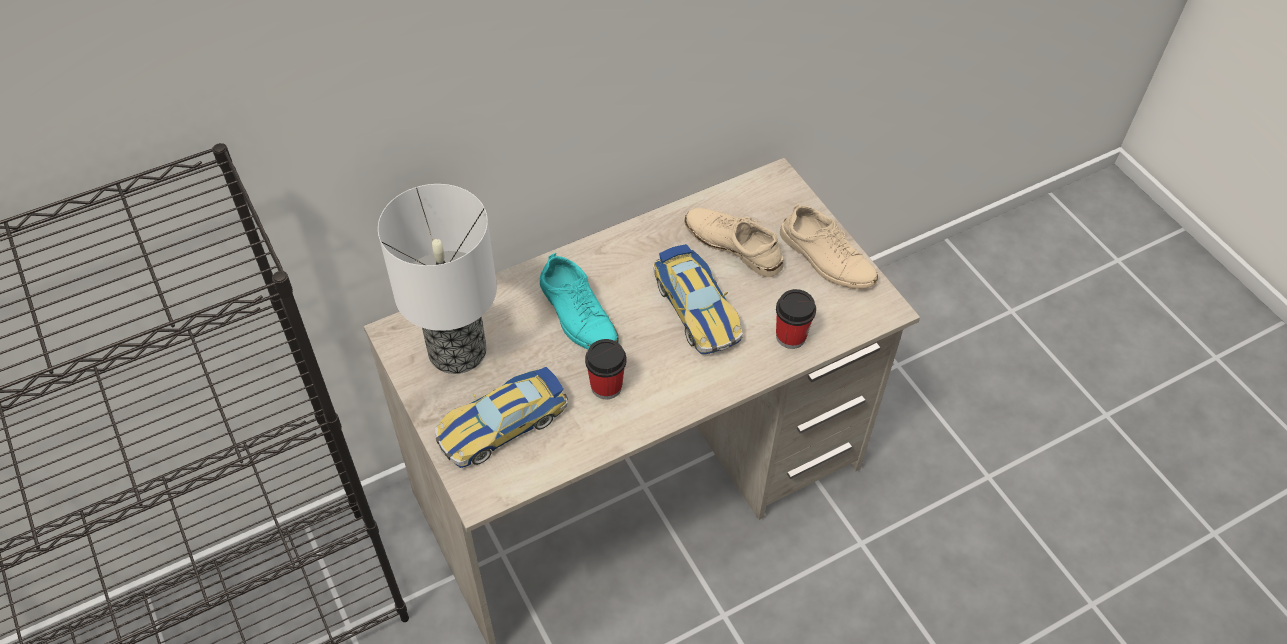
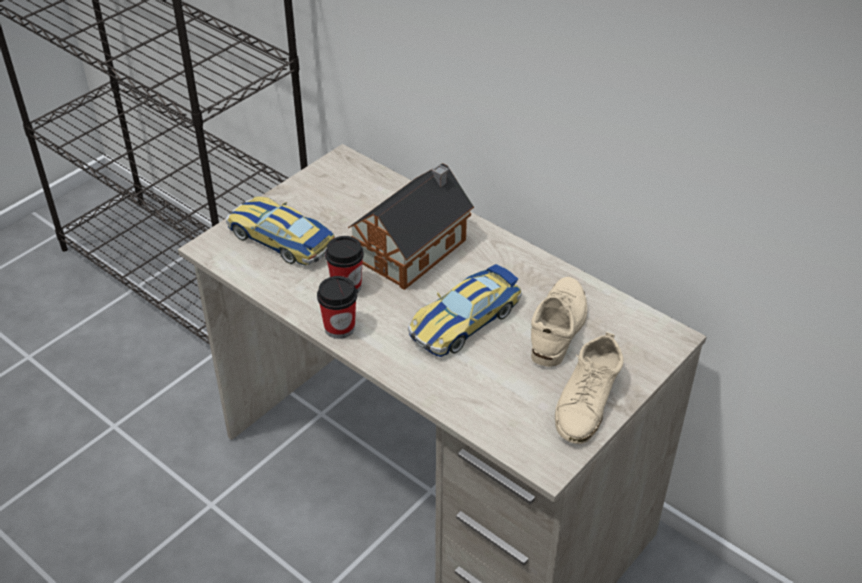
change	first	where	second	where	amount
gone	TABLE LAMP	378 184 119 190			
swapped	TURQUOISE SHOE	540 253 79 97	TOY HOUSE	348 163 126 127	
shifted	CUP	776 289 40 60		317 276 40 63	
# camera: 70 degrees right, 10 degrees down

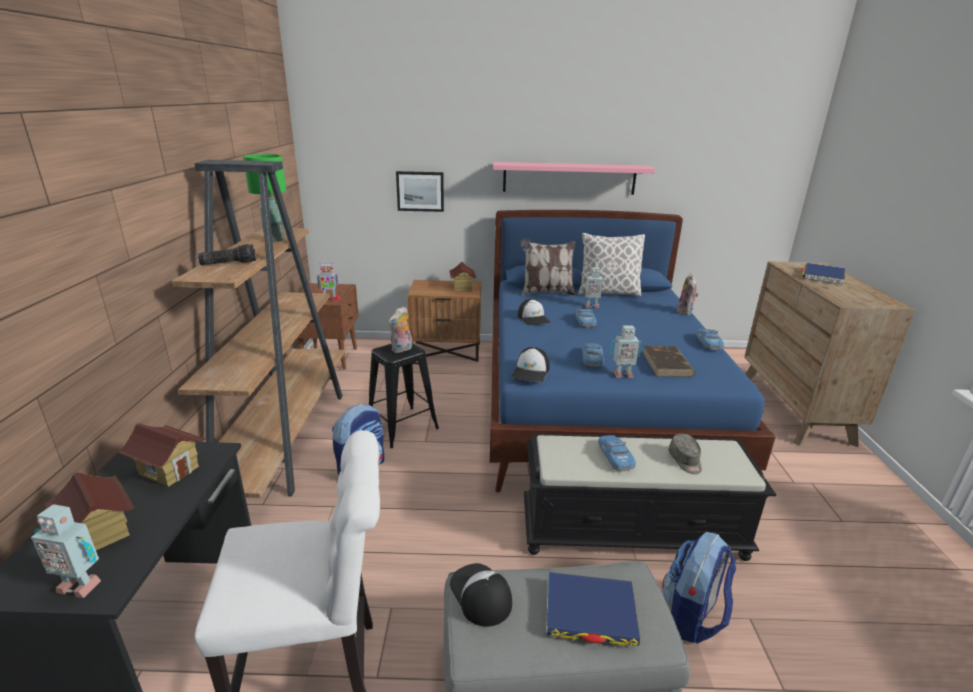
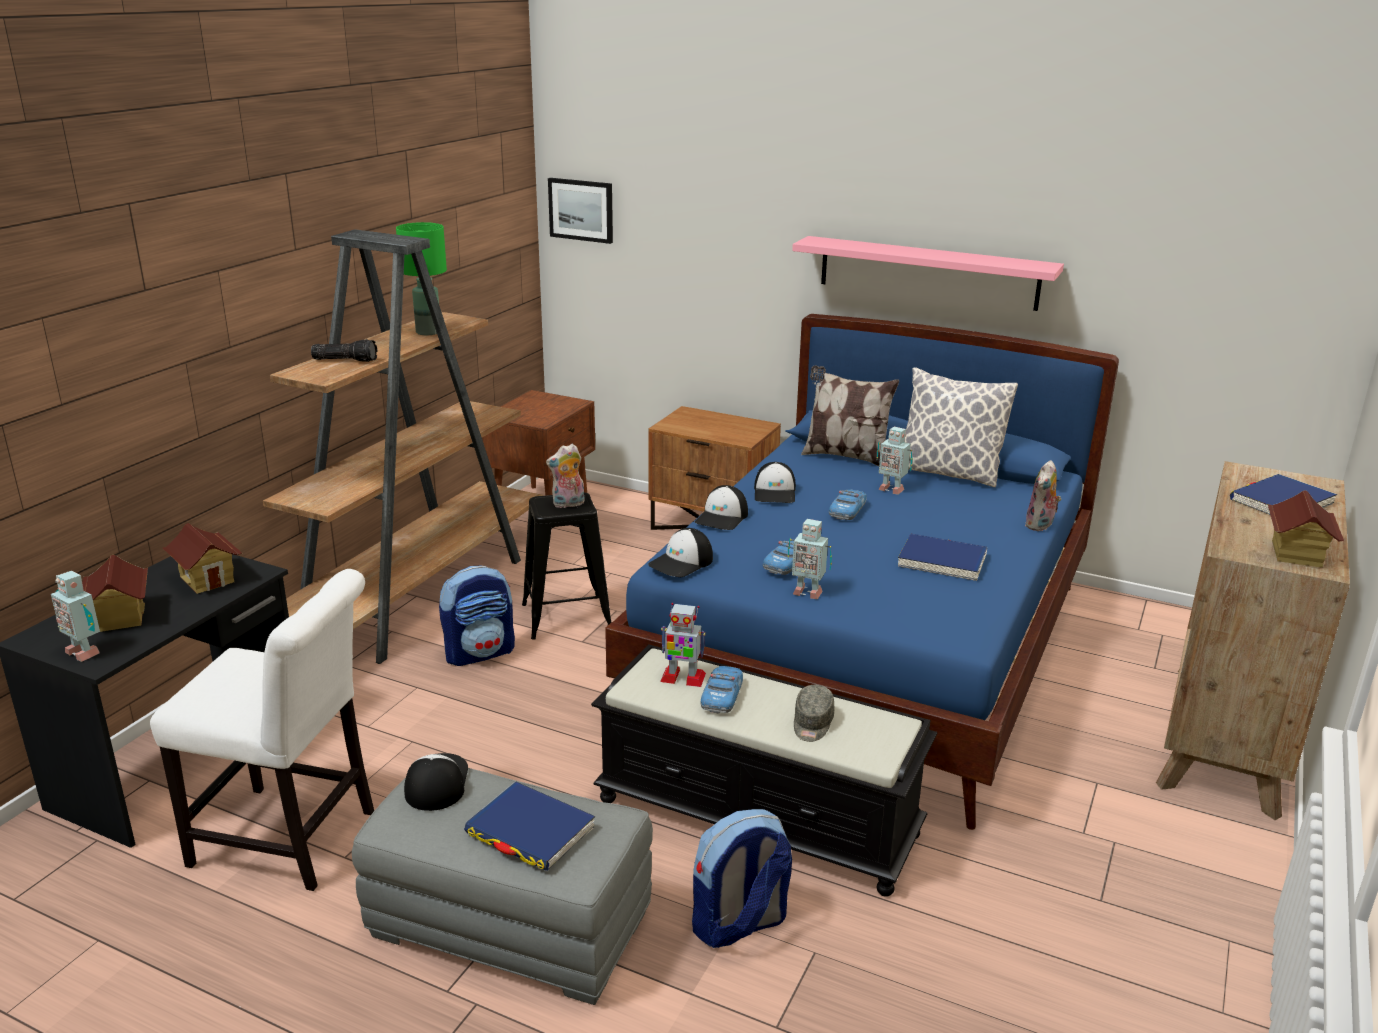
change	first	where	second	where	amount
shifted	TOY ROBOT	317 263 23 38		660 603 46 84	
shifted	PICTURE	396 171 48 41		548 178 65 66	
shifted	TOY HOUSE	450 262 26 29		1268 490 76 78	
gone	BROWN BOOK	643 346 52 31			
gone	TOY CAR	696 329 28 21			
new			CAP	694 485 54 45	
new			BLUE BOOK	898 534 89 47	
# camera: 25 degrees right, 0 degrees up

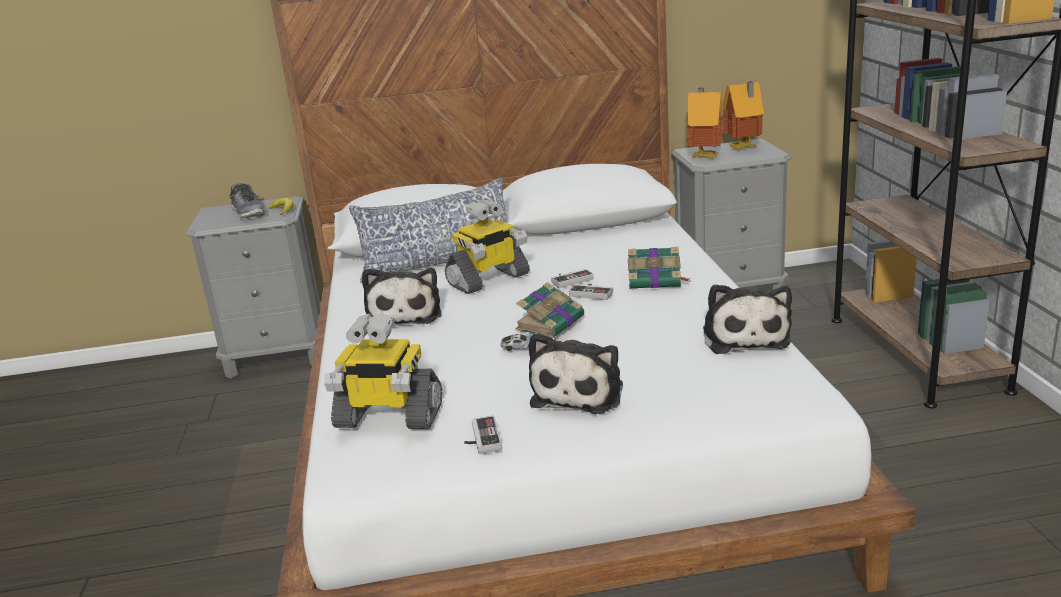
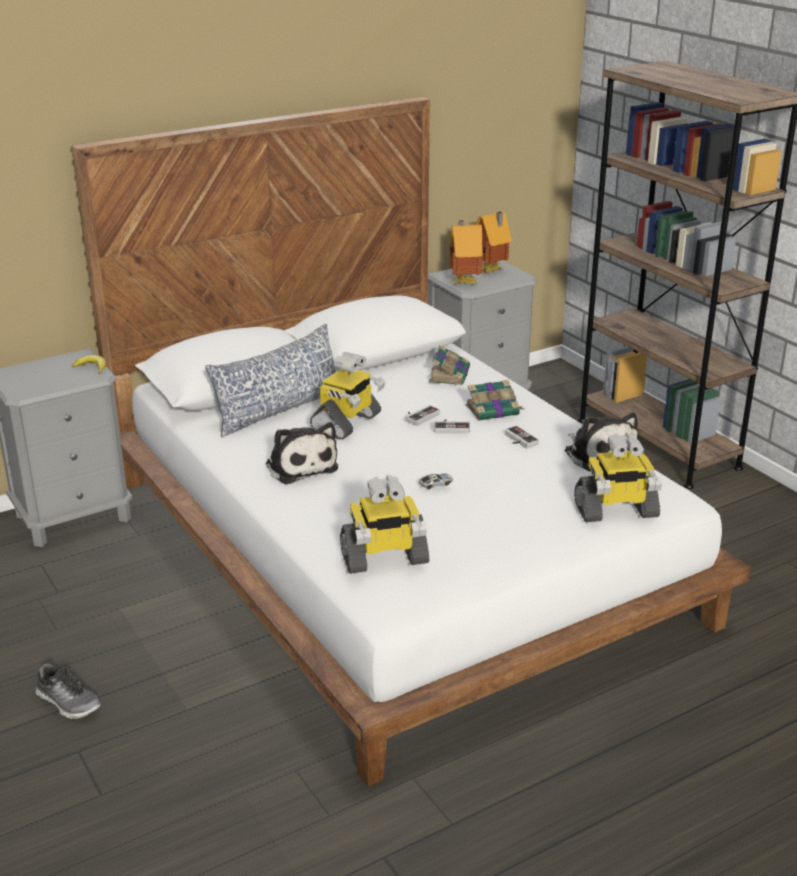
change	first	where	second	where	amount
shifted	SHOE	230 183 35 36		36 663 65 56	
shifted	GAME CONTROLLER	464 416 38 38		505 426 34 23	
shifted	BOOK	515 282 69 56		429 345 41 40	
gone	PLUSH TOY	529 333 94 81			
new			TOY ROBOT	574 433 88 89	
# camera: 25 degrees left, 5 degrees up

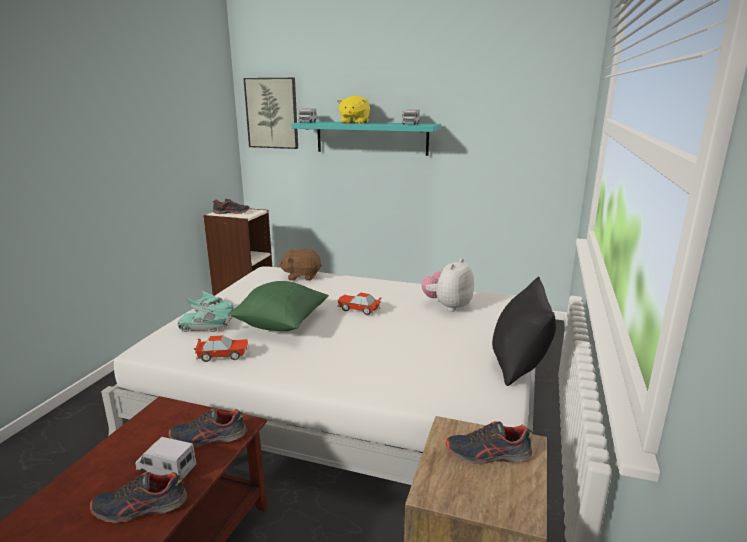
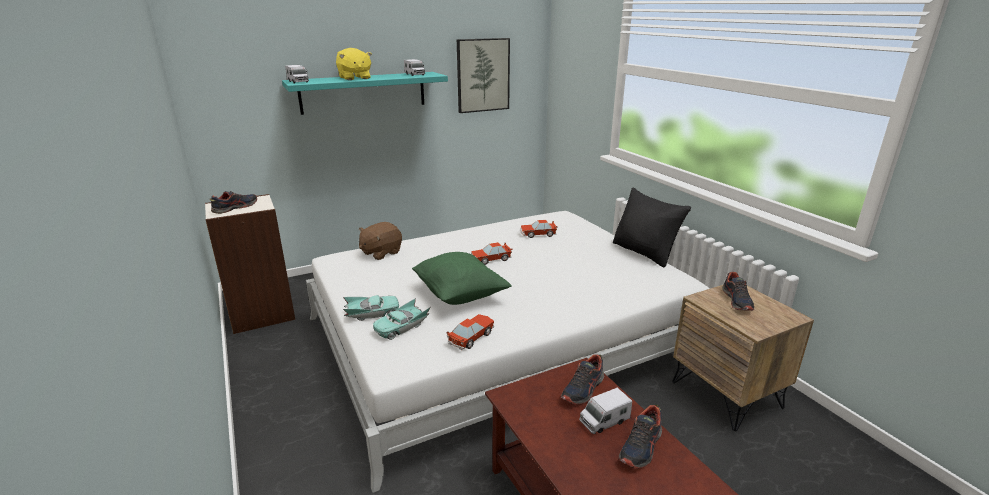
change	first	where	second	where	amount
shifted	PICTURE	243 78 55 71		457 38 53 75	
swapped	PLUSH TOY	422 258 52 54	TOY CAR	521 220 37 18	
rotated	SHOE	446 421 87 43		722 272 32 39	45 degrees counterclockwise
# camera: 45 degrees left, 5 degrees up

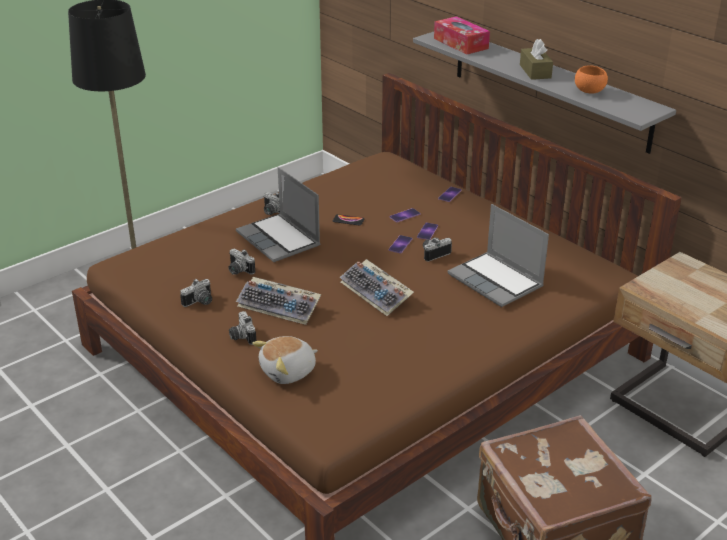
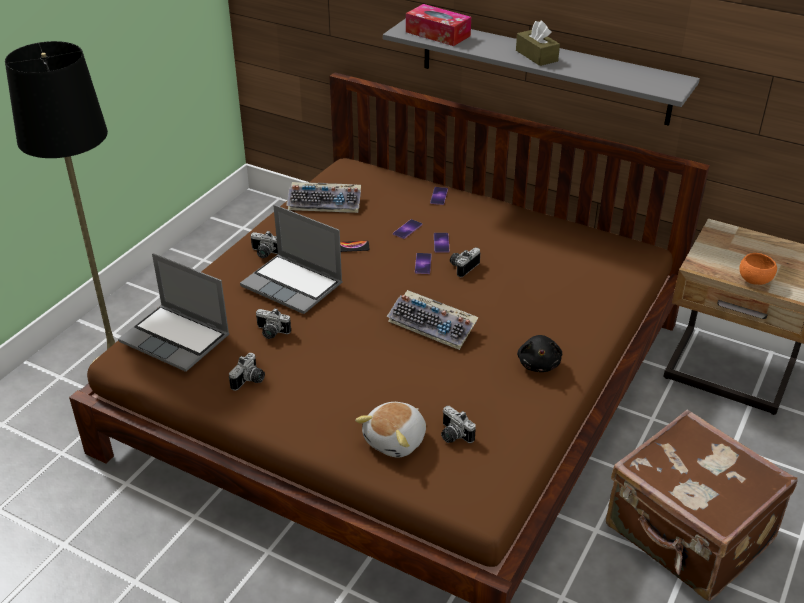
change	first	where	second	where	amount
shifted	PHOTO CAMERA	229 311 27 34		441 406 35 37	
shifted	KEYBOARD	236 277 85 48		286 182 75 31	
shifted	LAPTOP	448 204 101 103		118 253 112 119	
shifted	ORANGE BOWL	575 65 33 29		739 253 38 32	
new			BLACK PLUSH TOY	517 335 45 37	
# camera: 20 degrees left, 5 degrees up

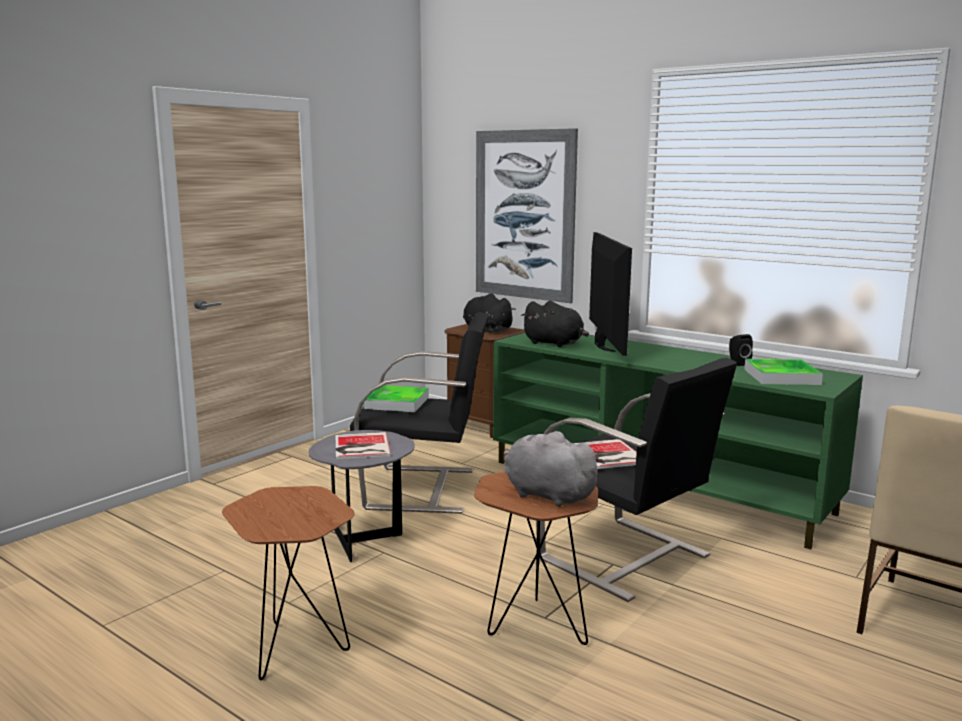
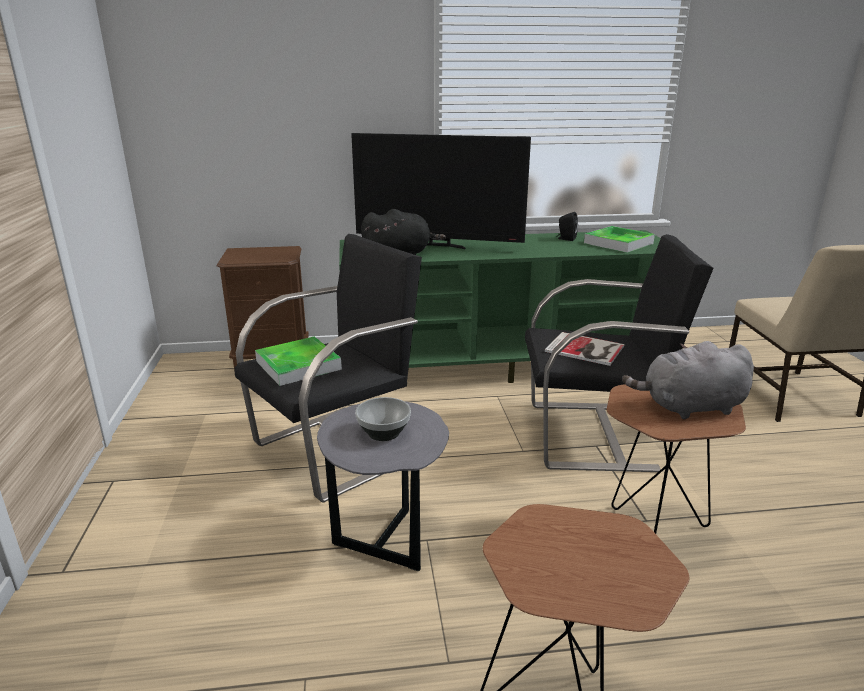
change	first	where	second	where	amount
swapped	BOOK	336 432 55 27	BOWL	355 397 56 44	
gone	BLACK PLUSH TOY	463 294 53 40			
gone	PICTURE	476 128 102 175			
rotated	TELEVISION	589 232 43 124		351 133 180 116	150 degrees clockwise
# camera: 45 degrees left, 10 degrees up

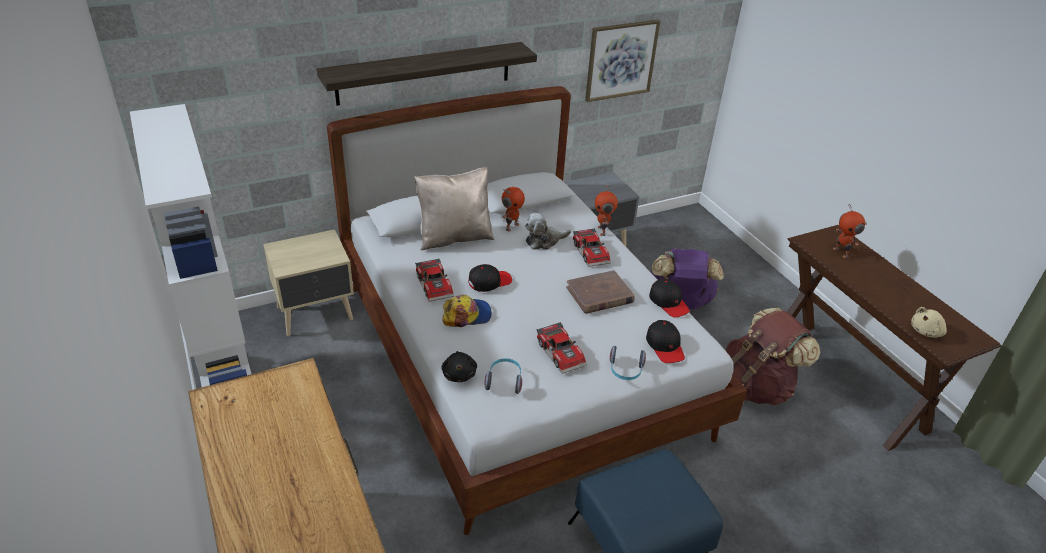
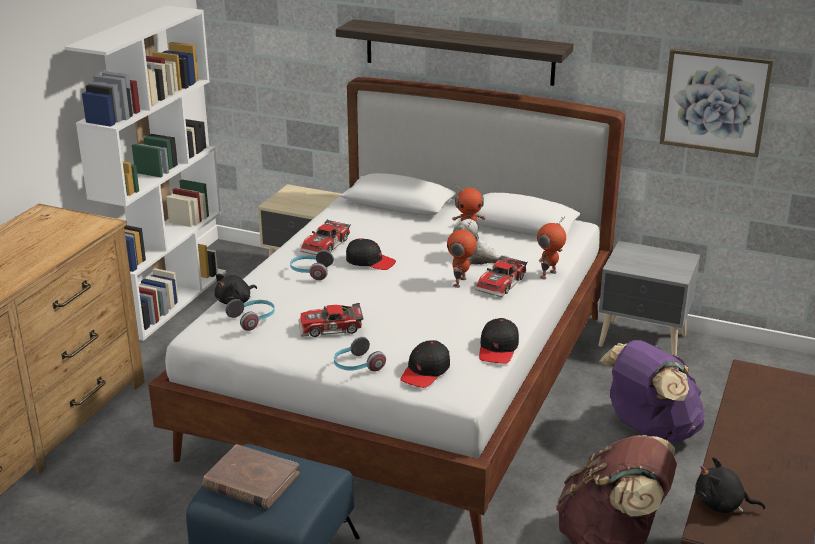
change	first	where	second	where	amount
gone	BEIGE PILLOW	414 167 80 83			
swapped	CAP	442 295 50 32	HEADPHONES	290 250 44 30	
rotated	TOY CAR	536 322 51 52		298 303 66 34	60 degrees clockwise
shifted	BROWN BOOK	566 270 69 44		203 444 97 65	
shifted	TOY ROBOT	833 203 32 55		447 223 30 65	
repainted	BEIGE PLUSH TOY	911 307 36 31	BLACK PLUSH TOY	695 457 70 56	
# camera: 50 degrees right, 10 degrees down

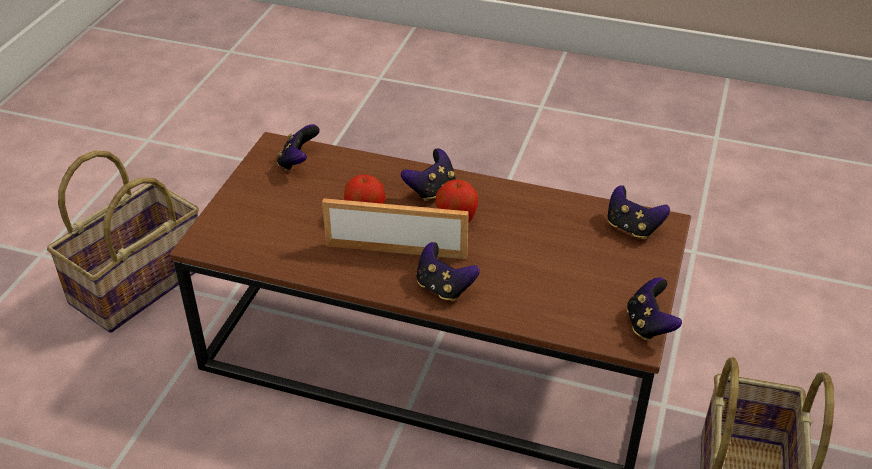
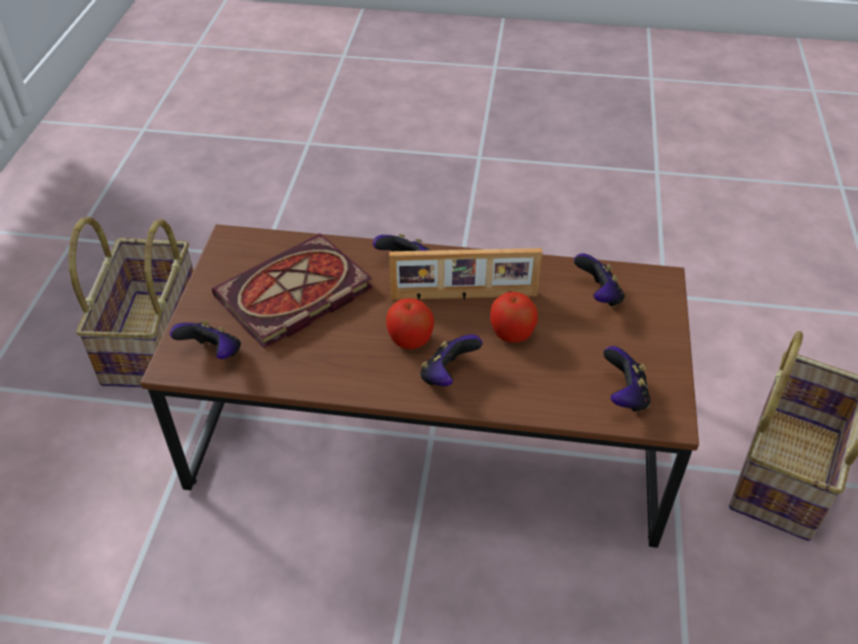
change	first	where	second	where	amount
shifted	GAME CONTROLLER	627 277 55 63		574 253 51 54	
new			BOOK	212 233 161 116	
# camera: 170 degrees right, 5 degrees up

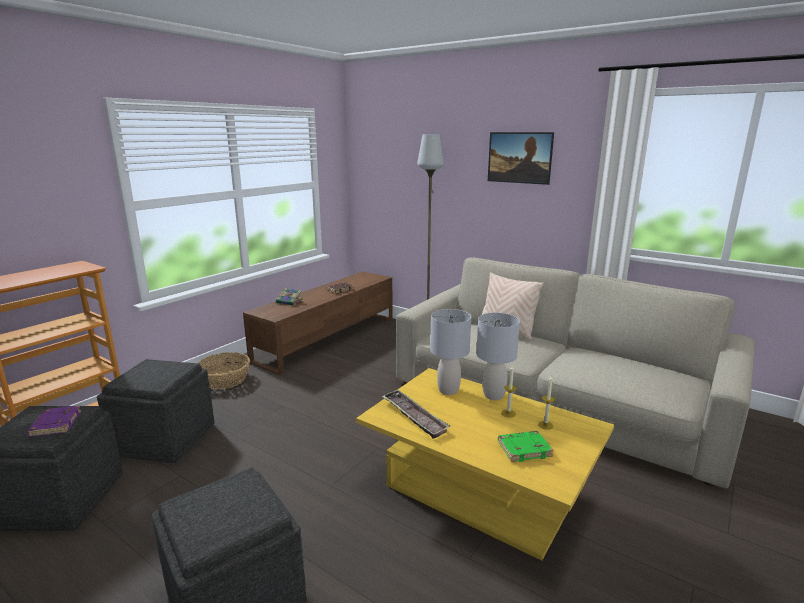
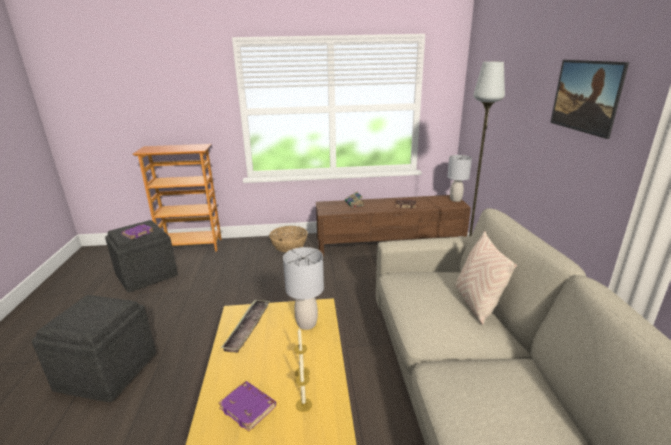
change	first	where	second	where	amount
gone	GREY OTTOMAN	97 359 118 104			
shifted	GREY TABLE LAMP	476 313 44 87		447 155 25 47	
repainted	GREEN BOOK	498 431 56 31	PURPLE BOOK	218 381 58 51	
# camera: 50 degrees right, 5 degrees up

